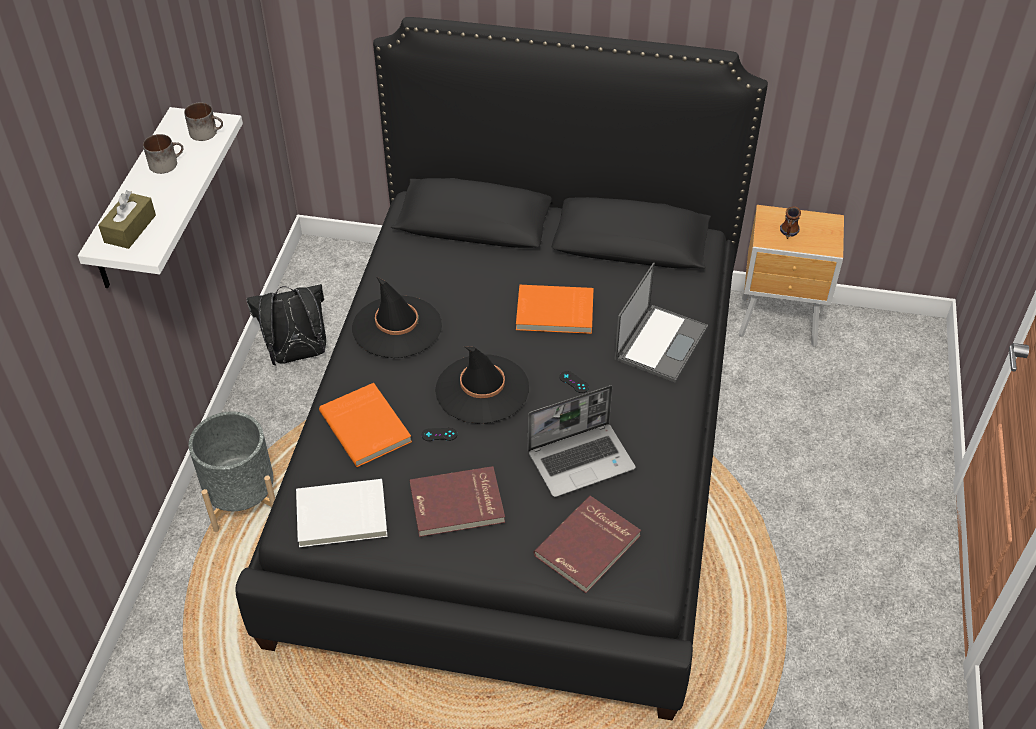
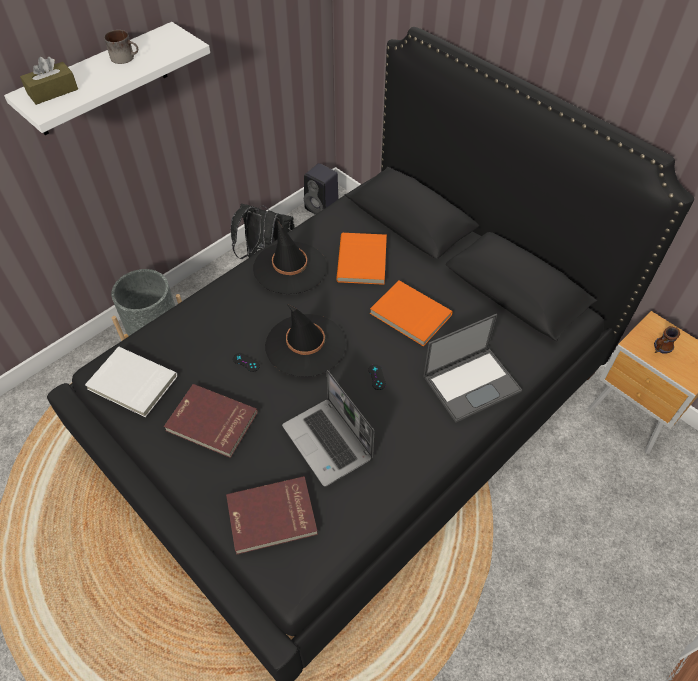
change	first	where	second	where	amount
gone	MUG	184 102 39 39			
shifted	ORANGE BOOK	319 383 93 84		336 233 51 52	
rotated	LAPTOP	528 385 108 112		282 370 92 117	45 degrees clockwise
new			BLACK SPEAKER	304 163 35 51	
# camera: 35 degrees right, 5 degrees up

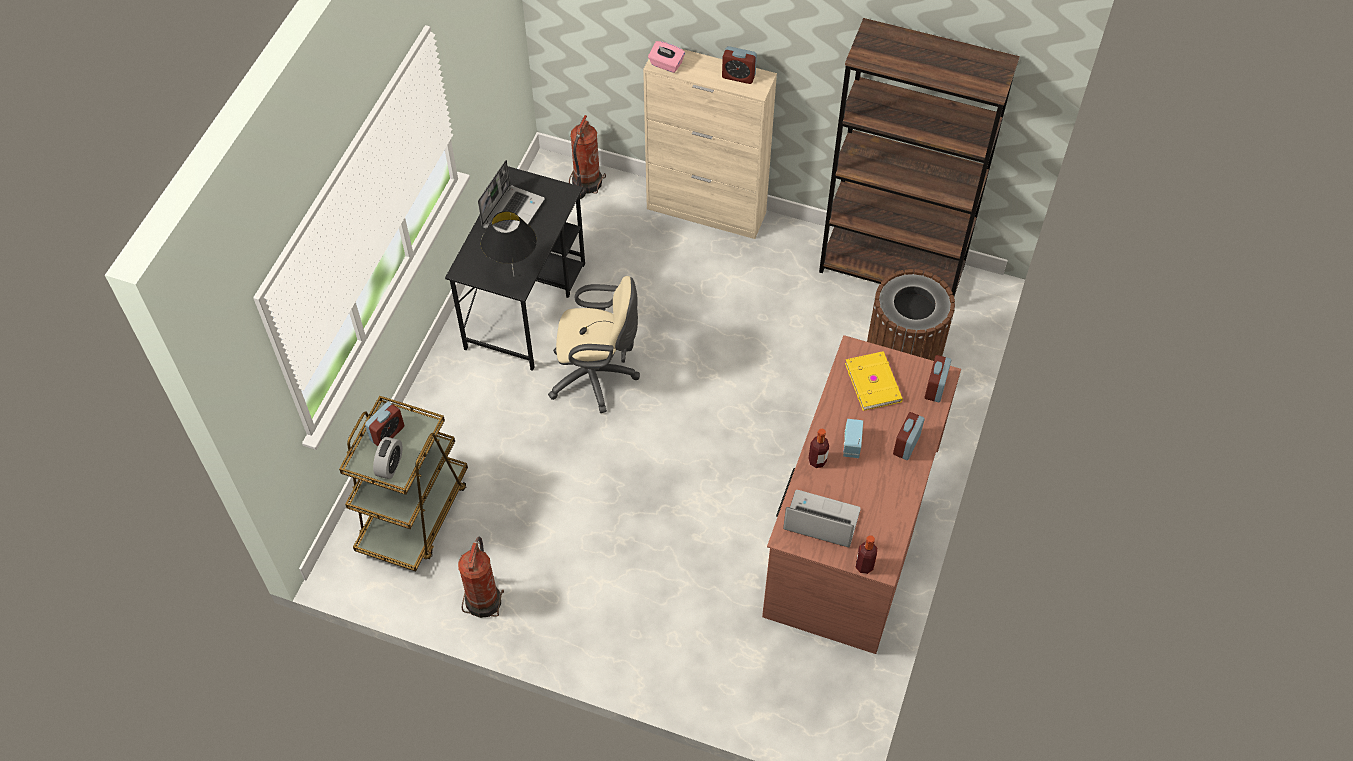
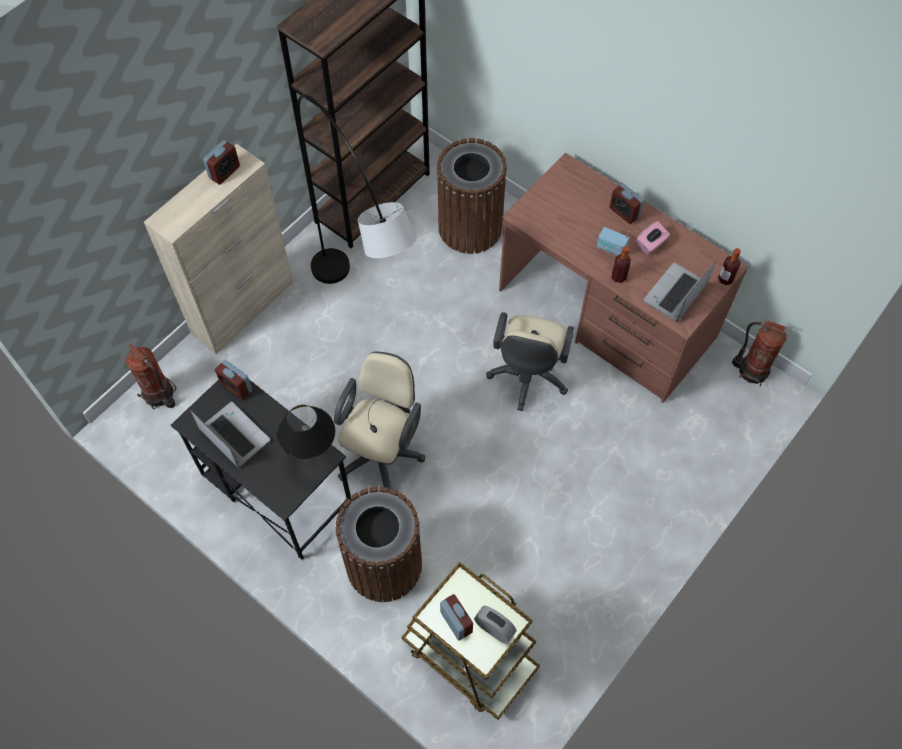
change	first	where	second	where	amount
shifted	FIRE EXTINGUISHER	458 537 46 81		732 321 55 65	
shifted	PINK TISSUE BOX	648 41 37 32		636 221 34 34	
gone	YELLOW BOOK	845 351 58 60			
shifted	ALARM CLOCK	925 355 26 47		215 360 38 40	
new			GREY FLOOR LAMP	297 94 120 190	
new			BROWN TRASH CAN	335 487 87 115	
new			BEIGE OFFICE CHAIR	486 312 88 99	
# camera: 70 degrees left, 5 degrees up

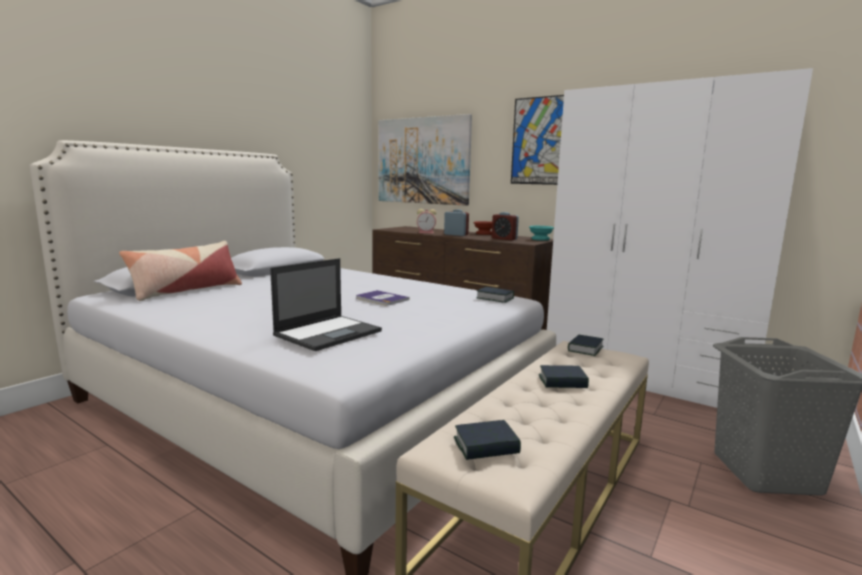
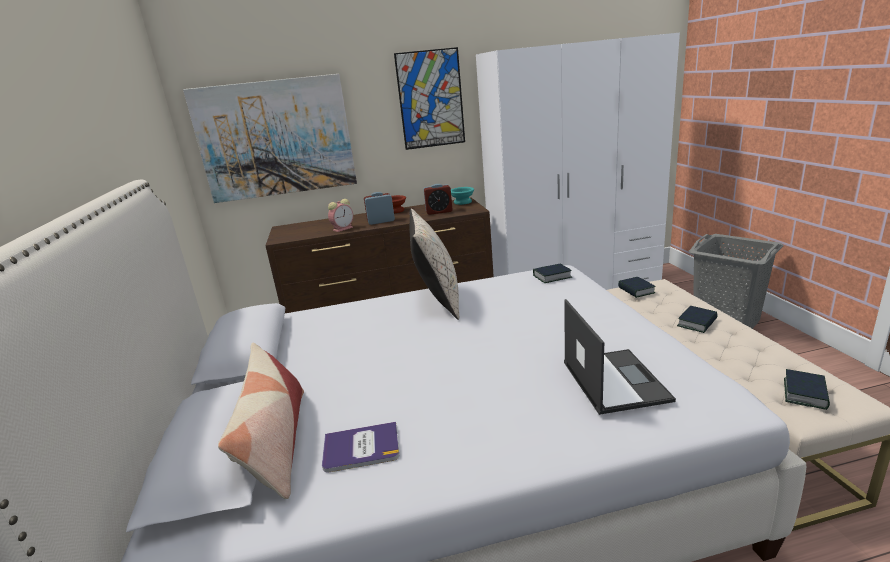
change	first	where	second	where	amount
shifted	BOOK	356 290 53 15		322 422 77 51	
new			BEIGE PILLOW	409 208 50 112	
# camera: 45 degrees left, 10 degrees up

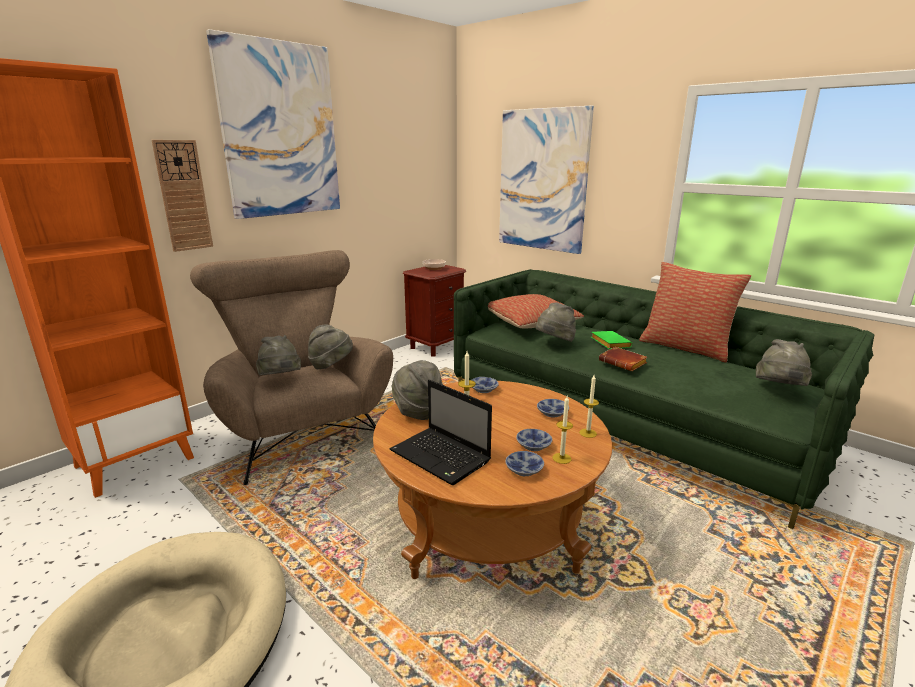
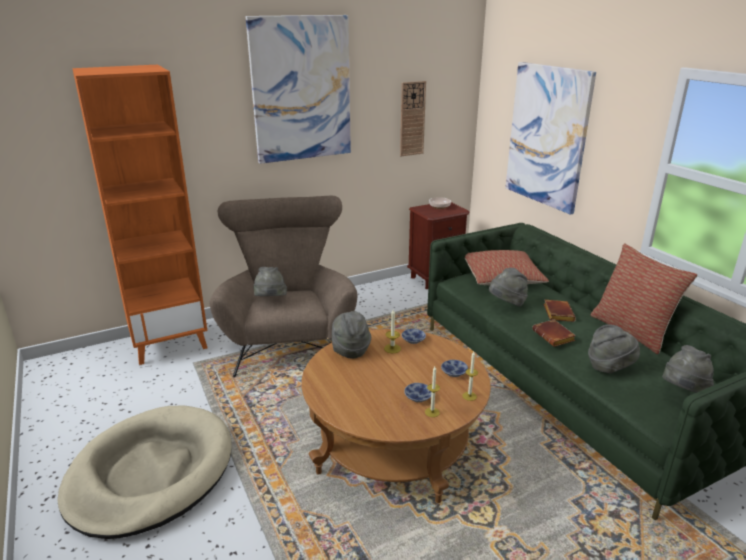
change	first	where	second	where	amount
shifted	WALL CLOCK	152 140 61 112		400 81 26 75	
shifted	GREY HAT	308 324 45 45		588 325 52 48	
gone	LAPTOP	390 380 102 105			
gone	BOWL	505 451 39 25			
repainted	GREEN BOOK	591 331 41 18	BROWN BOOK	543 300 33 22	
# camera: 20 degrees right, 5 degrees up

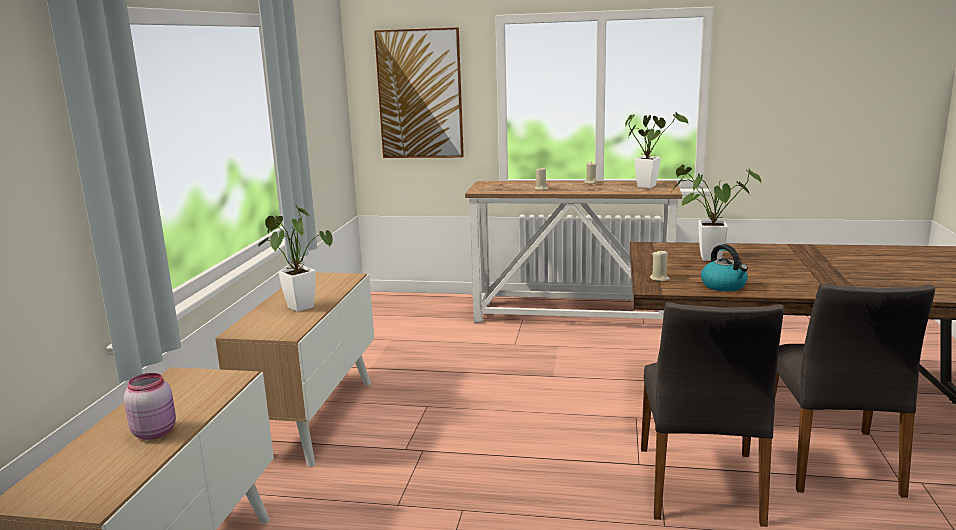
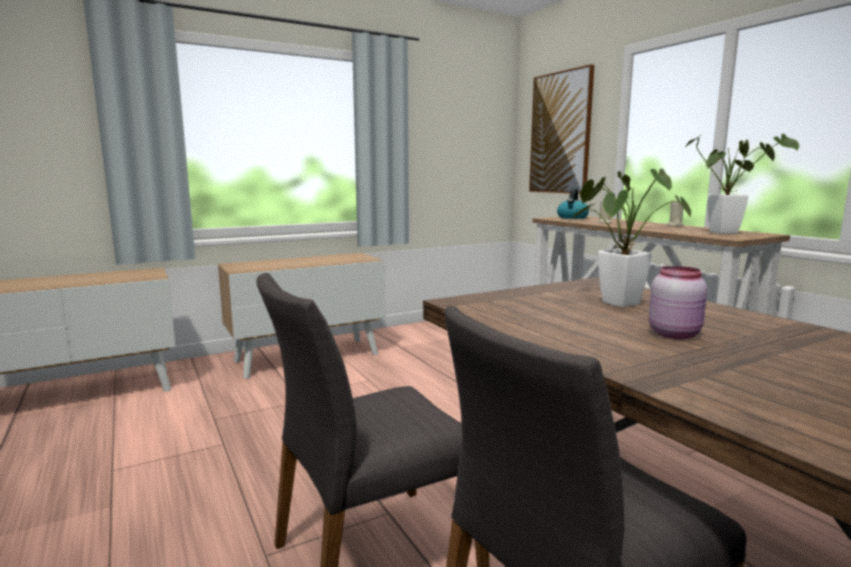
change	first	where	second	where	amount
shifted	PINK JAR	124 373 52 67		649 266 58 73	
gone	POTTED PLANT	258 205 75 107			
gone	BEIGE CANDLE	650 250 20 31			
shifted	KETTLE	701 244 47 47		557 188 32 31	
# camera: 50 degrees right, 5 degrees down

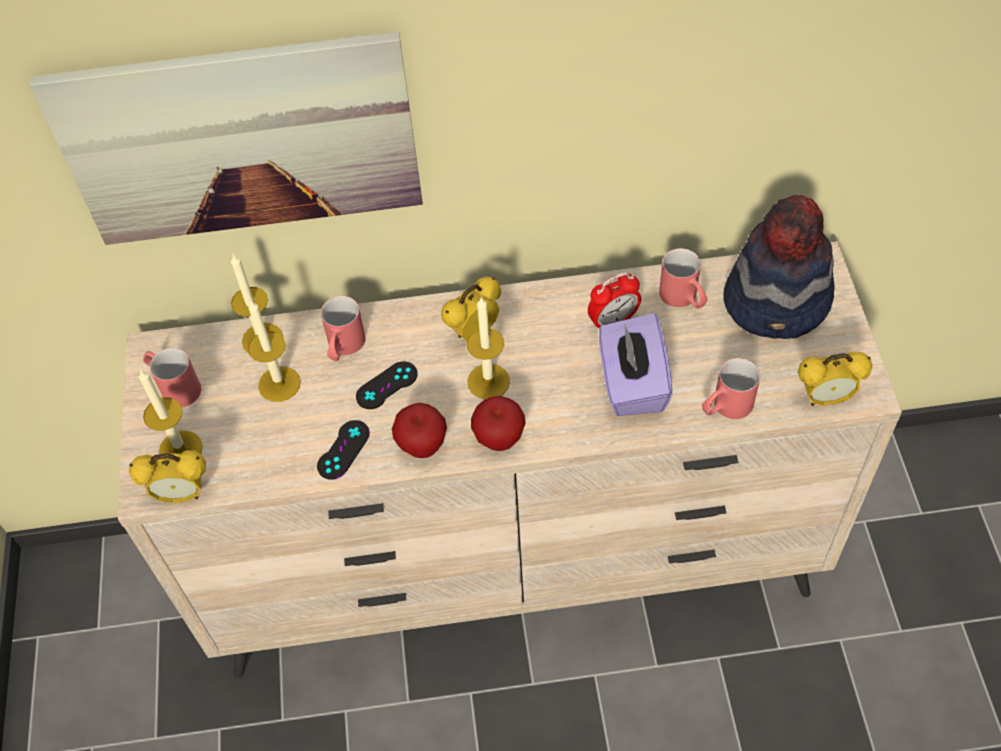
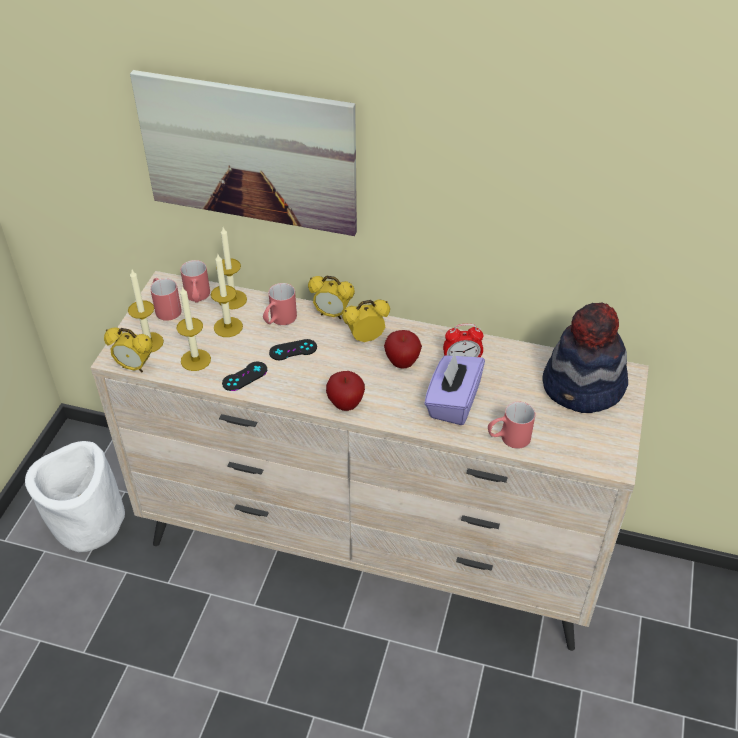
change	first	where	second	where	amount
shifted	APPLE	392 403 55 55		384 330 38 39	
shifted	CANDLE	467 297 43 102		177 286 34 85	
shifted	RED MUG	659 248 49 61		180 260 30 43	
shifted	ALARM CLOCK	798 352 74 54		308 276 47 43	
new			WHITE PLANTER	25 441 100 111	
# camera: 20 degrees right, 10 degrees down

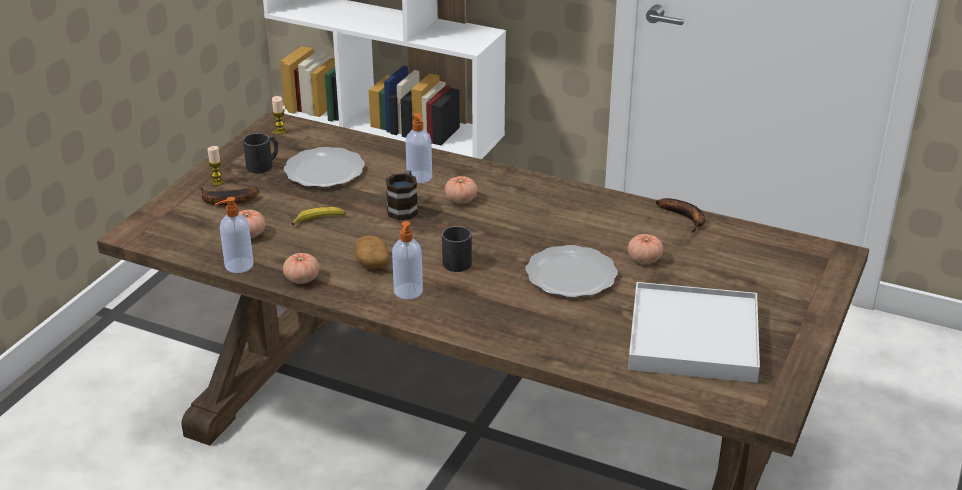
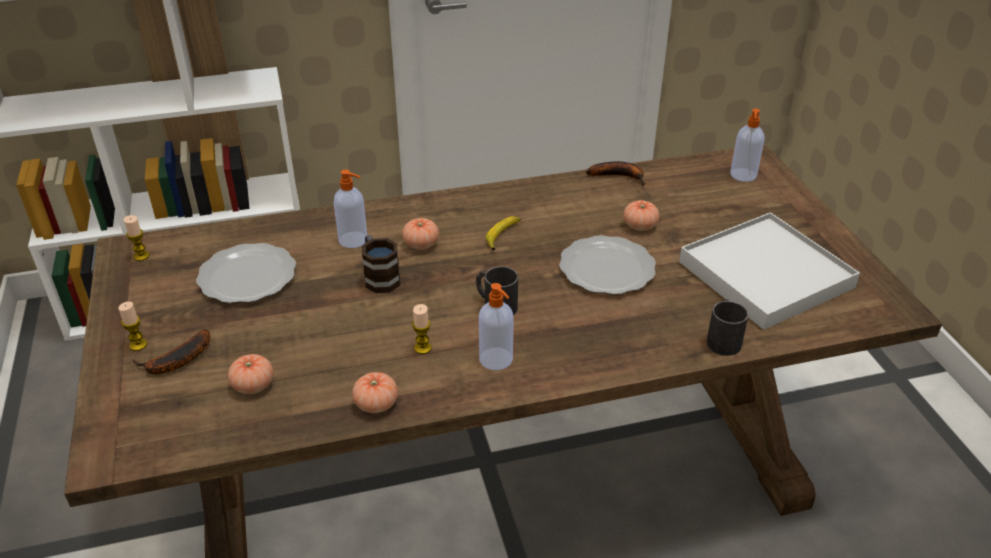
change	first	where	second	where	amount
shifted	SOAP DISPENSER	215 197 39 76		730 109 35 73	
shifted	BLACK MUG	243 133 36 40		706 300 43 56	
shifted	BANANA	292 207 53 18		486 216 35 34	
swapped	POTATO	355 236 34 33	CANDLE	412 304 20 50	
# camera: 40 degrees left, 5 degrees up

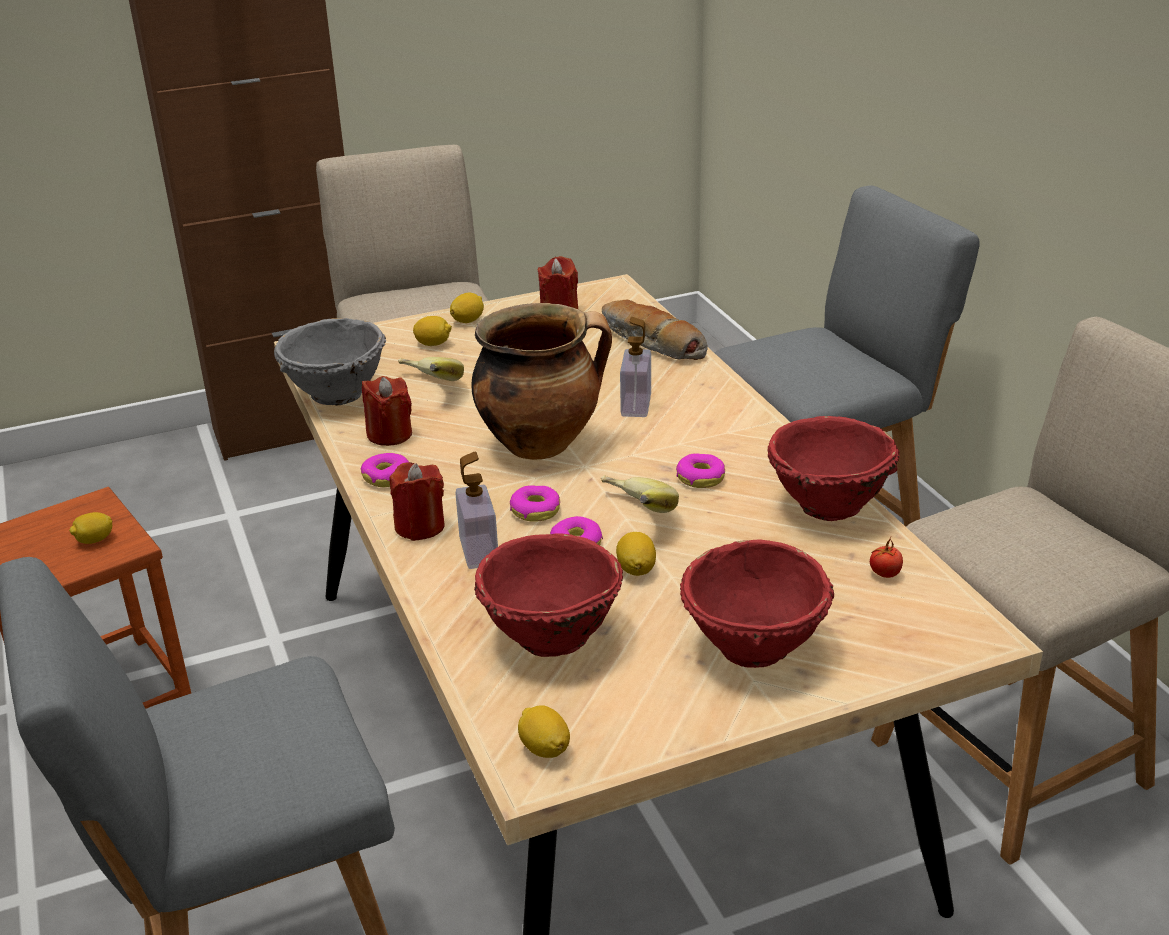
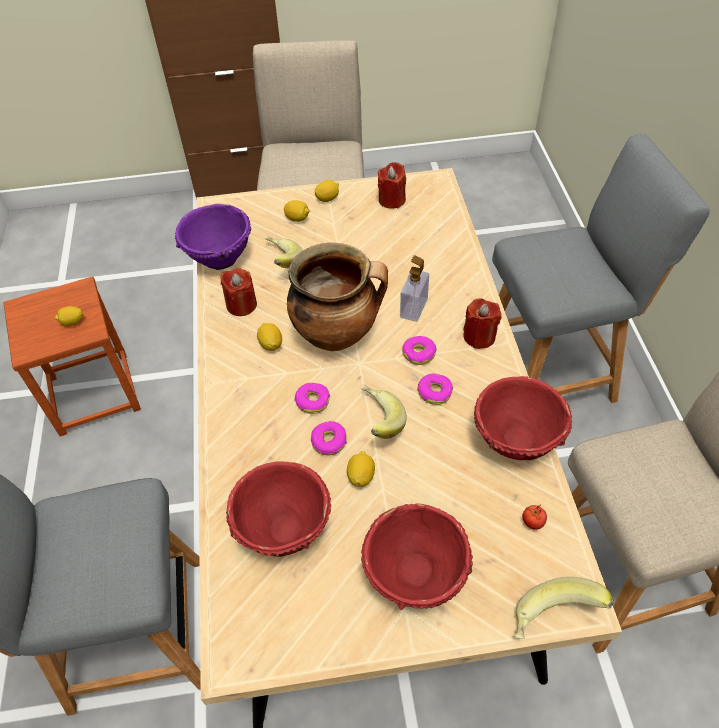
change	first	where	second	where	amount
repainted	GREY BOWL	274 318 112 88	PURPLE BOWL	175 204 77 66	
shifted	DONUT	361 453 48 34		402 336 34 29	
shifted	RED CANDLE	389 462 56 79		463 298 39 51	
gone	SOAP DISPENSER	455 452 43 117			
shifted	LEMON	518 705 52 53		257 323 25 28	
gone	BREAD	602 300 106 60			
new			BANANA	514 577 99 62	
# camera: 15 degrees right, 20 degrees up

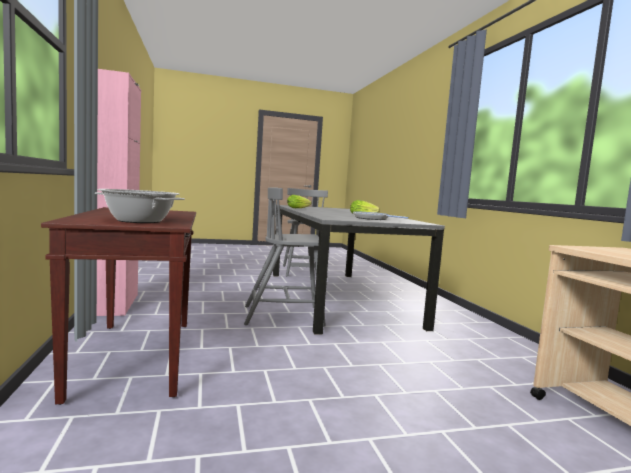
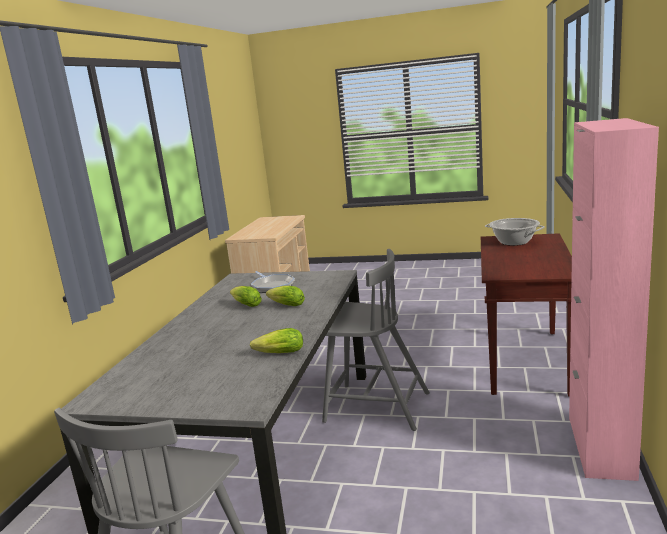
change	first	where	second	where	amount
new			LETTUCE	266 286 39 20	
# camera: 150 degrees left, 10 degrees up

